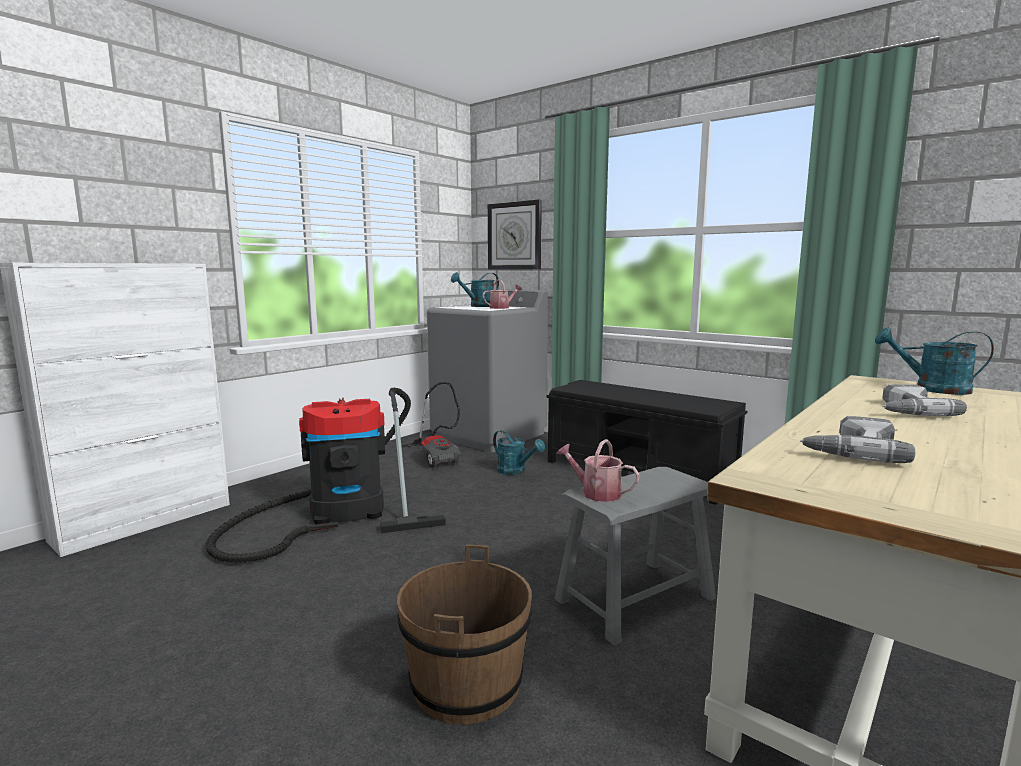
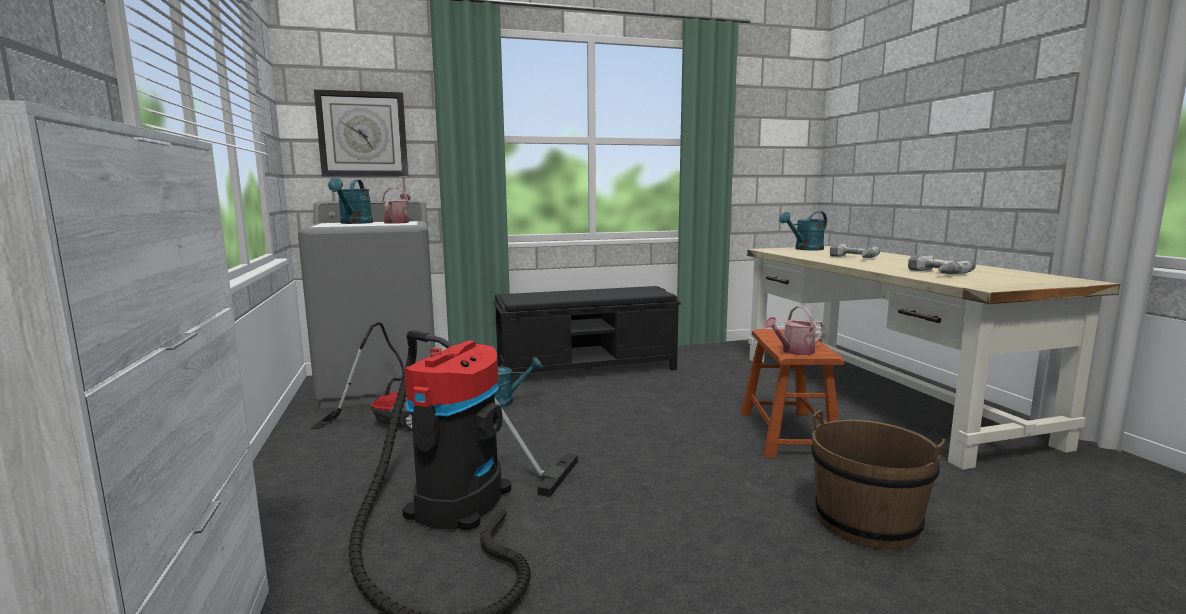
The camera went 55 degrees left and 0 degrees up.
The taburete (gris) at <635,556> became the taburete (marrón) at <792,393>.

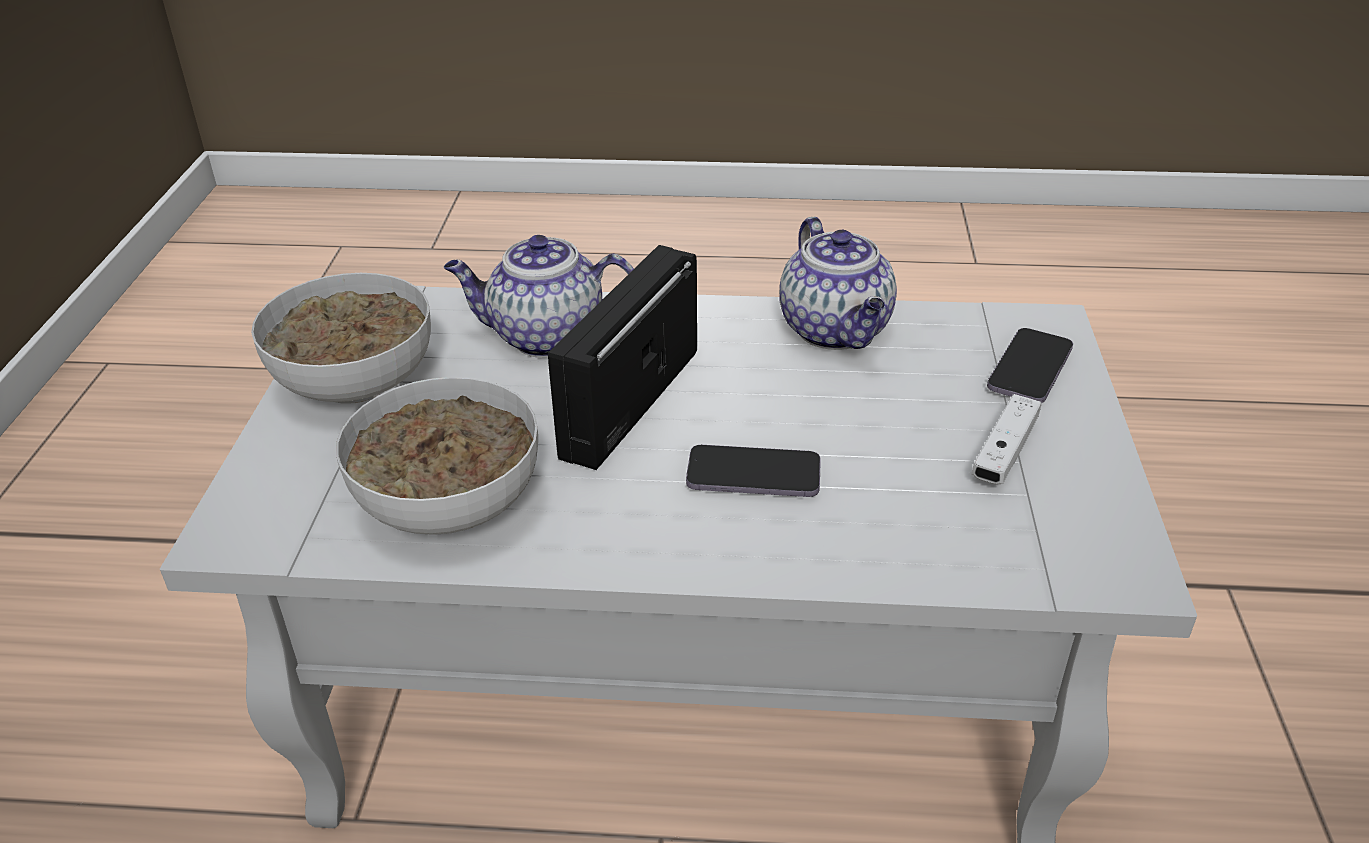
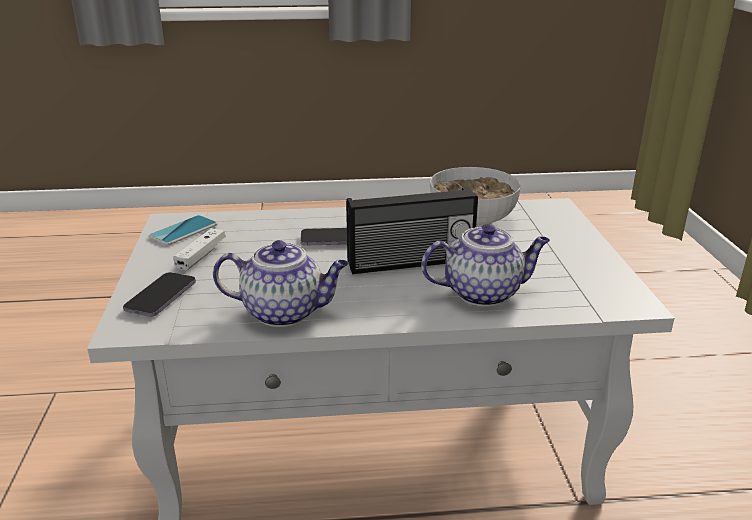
The camera went 170 degrees right and 10 degrees down.
The móvil at <183,230> appeared.
The tetera at <838,283> turned 120 degrees clockwise.
The radio at <622,357> turned 60 degrees clockwise.
The cuenco at <341,338> disappeared.

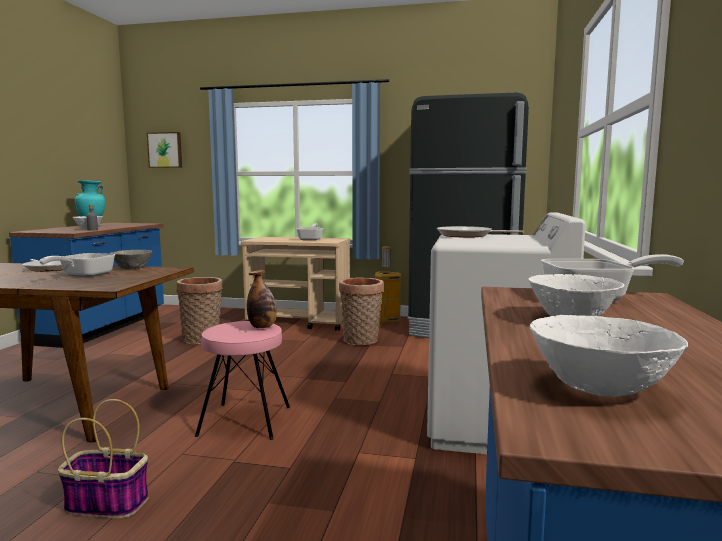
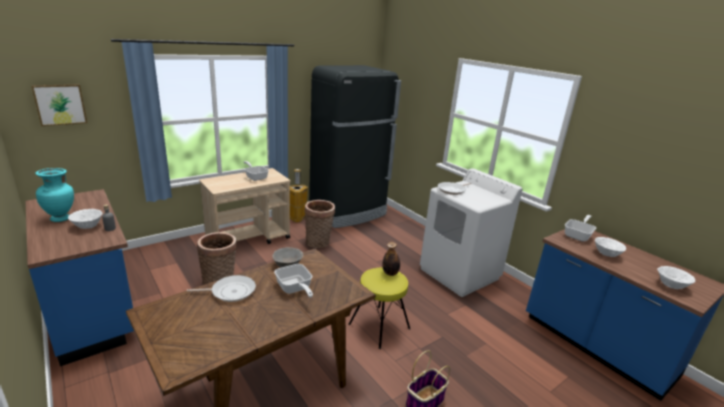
The camera went 50 degrees left and 15 degrees up.
The taburete (rosa) at <242,380> became the taburete (amarillo) at <379,308>.

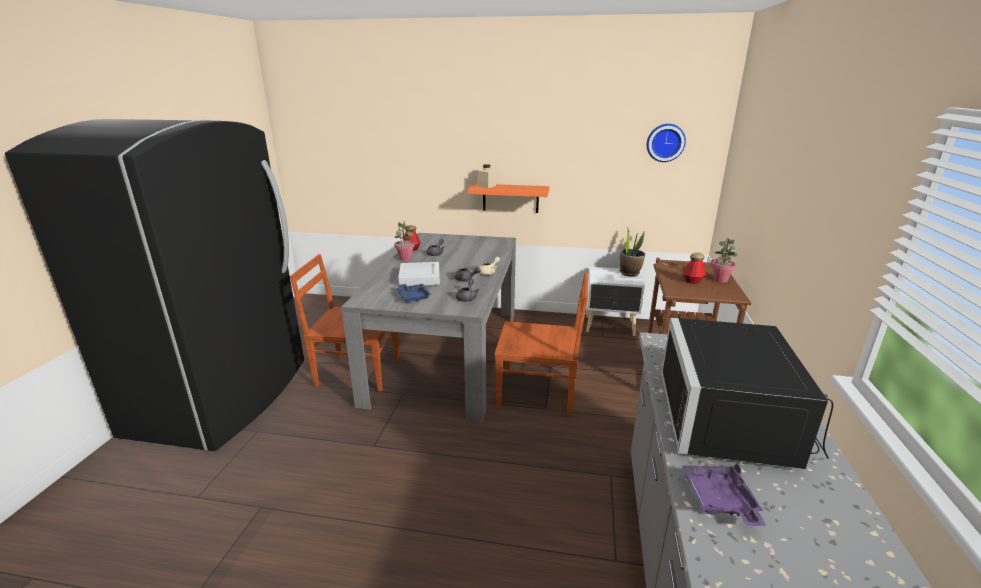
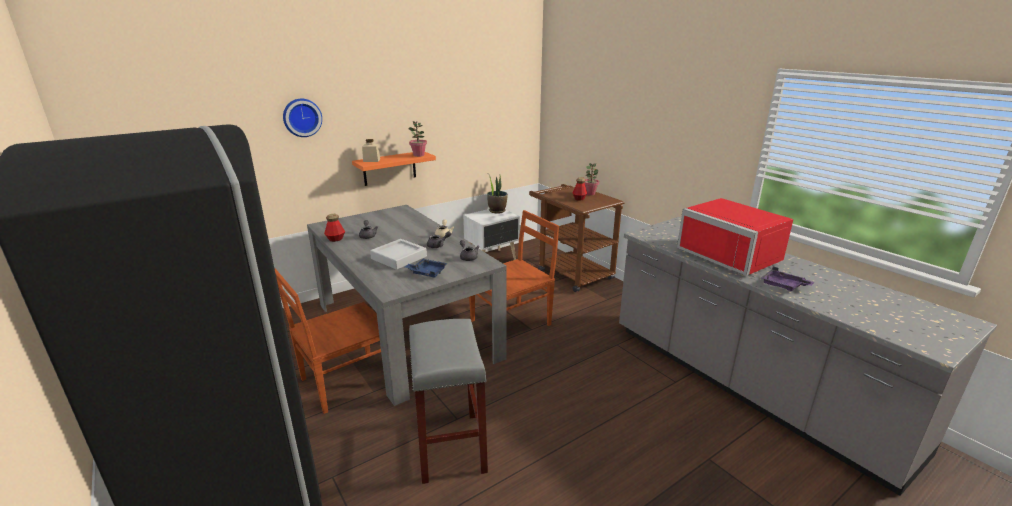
The camera went 45 degrees left and 0 degrees up.
The reloj de pared moved from <666,143> to <302,118>.
The planta en maceta moved from <404,241> to <417,139>.
The taburete (gris) at <448,401> appeared.
The microondas (negro) at <747,393> became the microondas (rojo) at <735,237>.

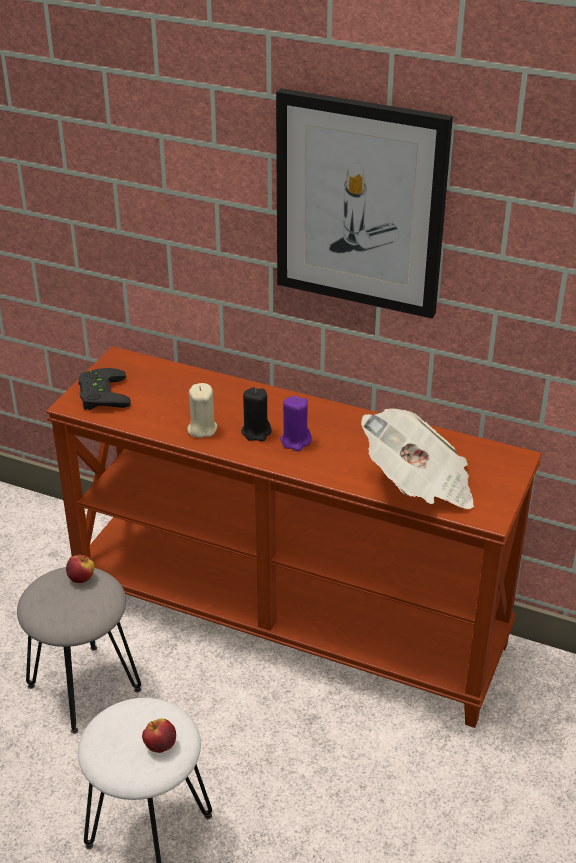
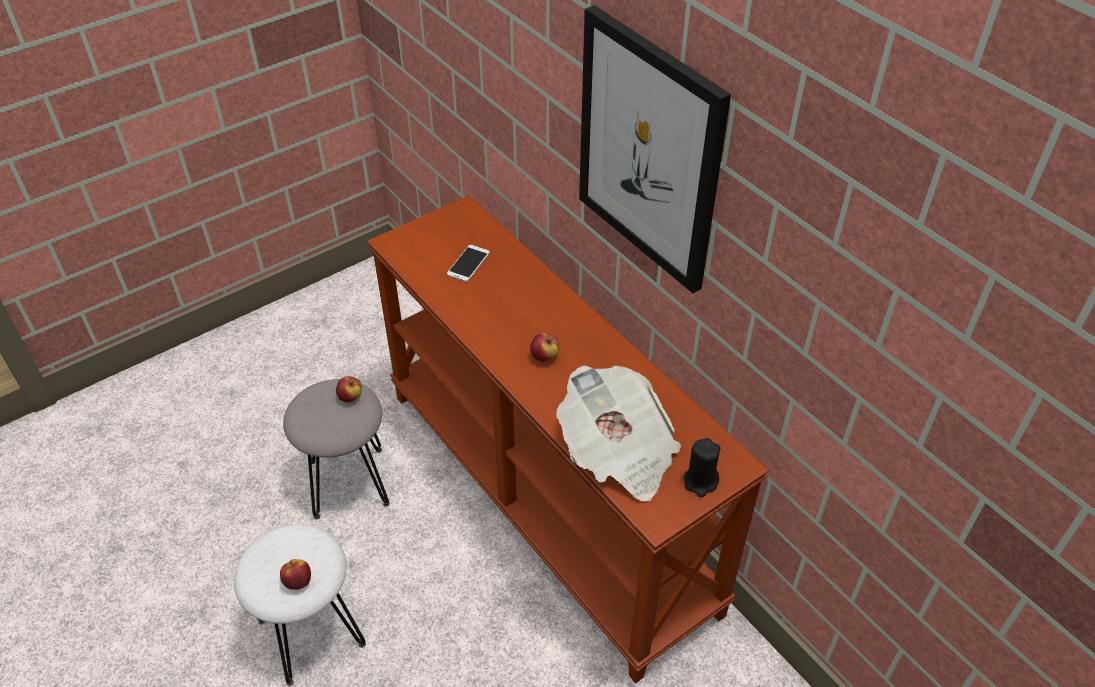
The camera went 30 degrees right and 10 degrees up.
The móvil at <468,263> appeared.
The vela (morado) at <296,423> was replaced by the manzana at <545,347>.
The vela (negro) moved from <256,414> to <702,467>.
The mando de consola (negro) at <104,389> disappeared.
The vela (beis) at <202,410> disappeared.

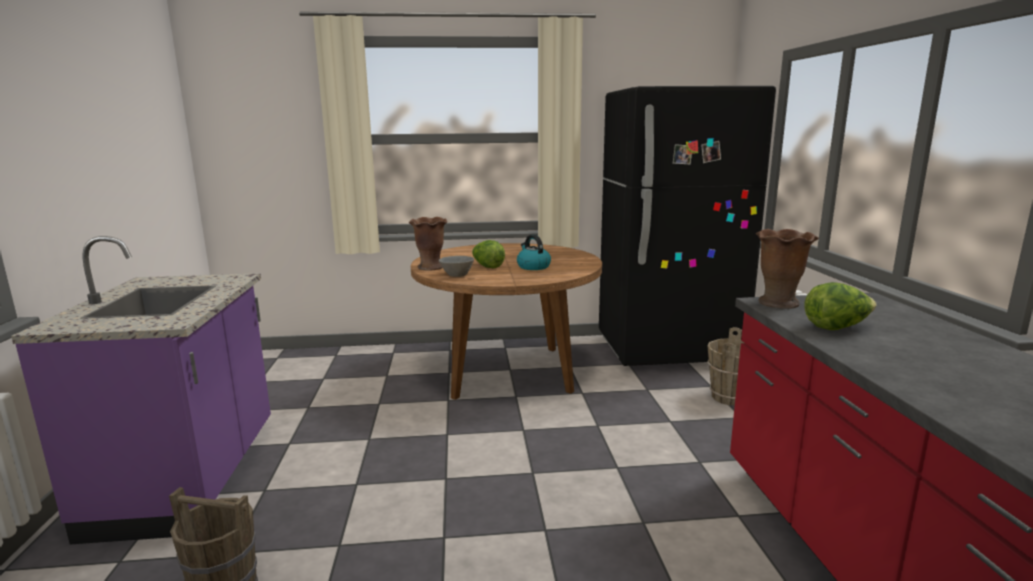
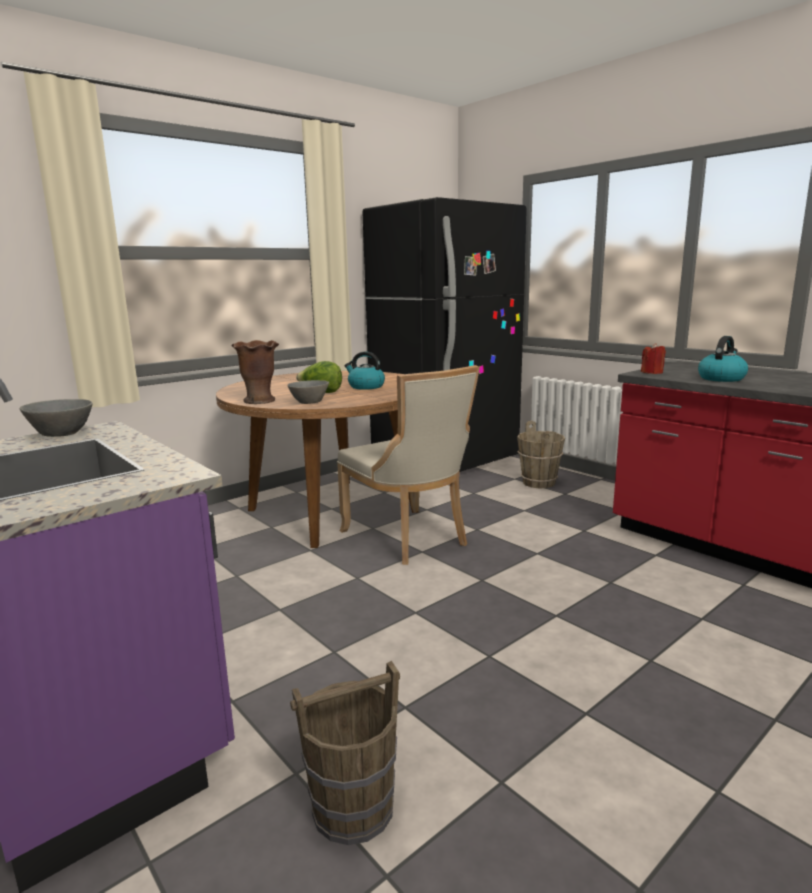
The camera went 35 degrees left and 0 degrees up.
The cuenco (gris) at <55,418> appeared.
The silla (beis) at <408,465> appeared.
The florero (marrón) at <787,269> was replaced by the vela (rojo) at <653,358>.
The lechuga at <841,306> was replaced by the hervidor at <723,359>.

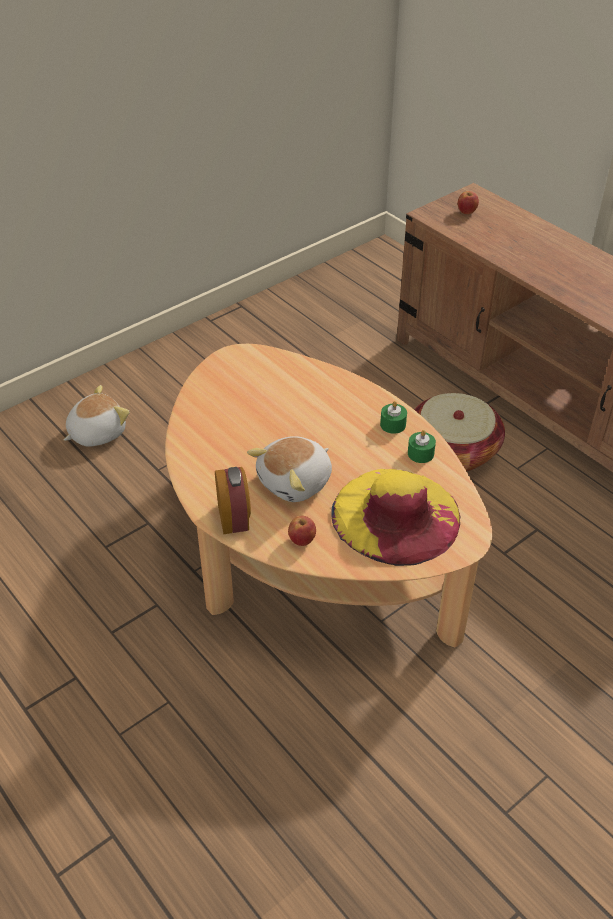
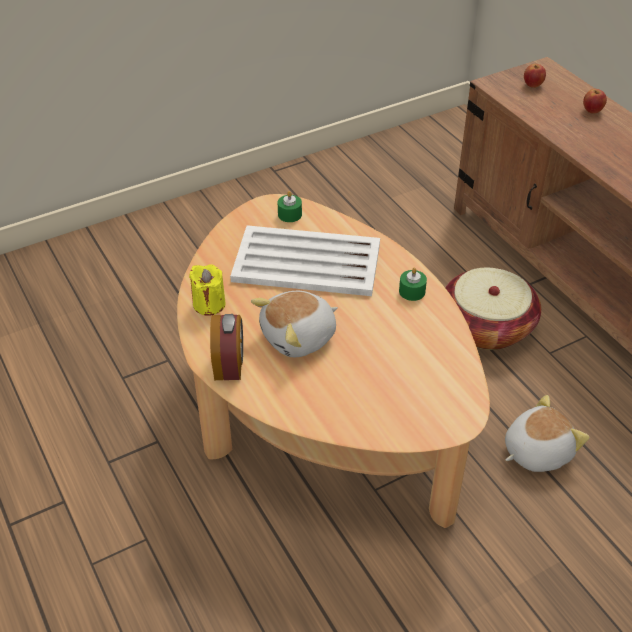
The camera went 10 degrees right and 0 degrees up.
The vela (amarillo) at <207,290> appeared.
The bandeja (blanco) at <305,260> appeared.
The vela (verde) moved from <422,446> to <290,206>.
The peluche moved from <97,416> to <547,433>.
The manzana moved from <302,531> to <595,101>.
The sombrero (amarillo) at <396,517> disappeared.

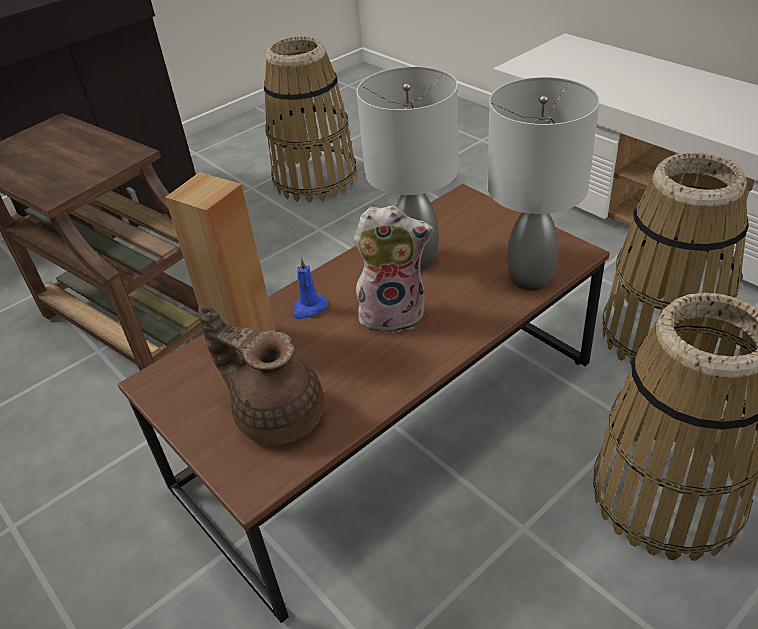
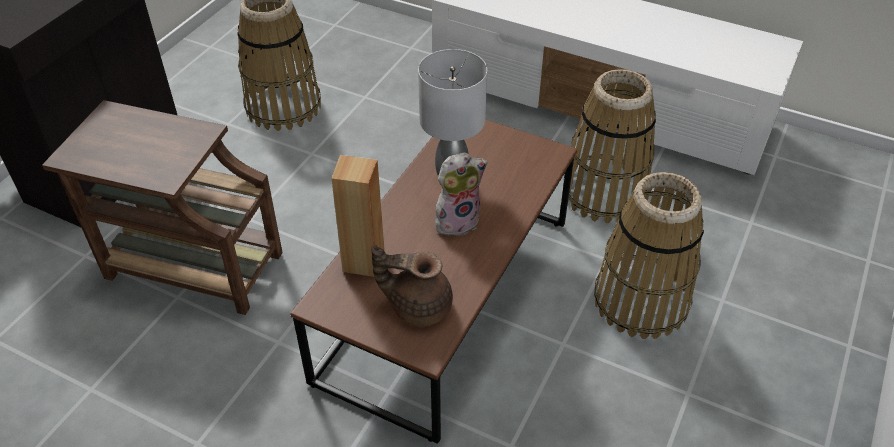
The camera went 25 degrees left and 5 degrees up.
The vela (azul) at <310,288> disappeared.
The lámpara de mesa (gris) at <543,184> disappeared.

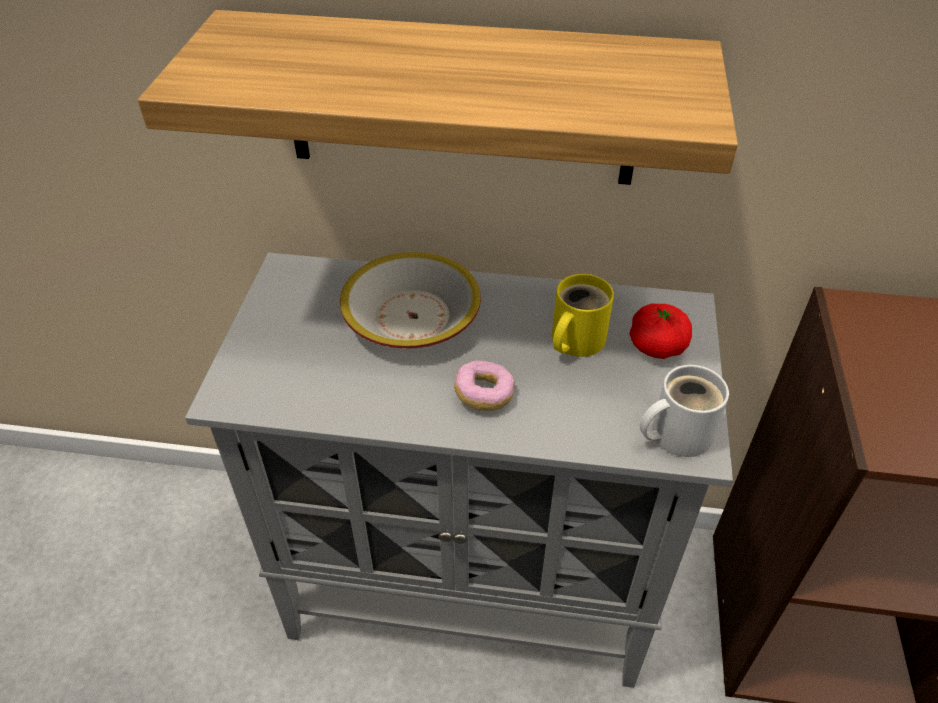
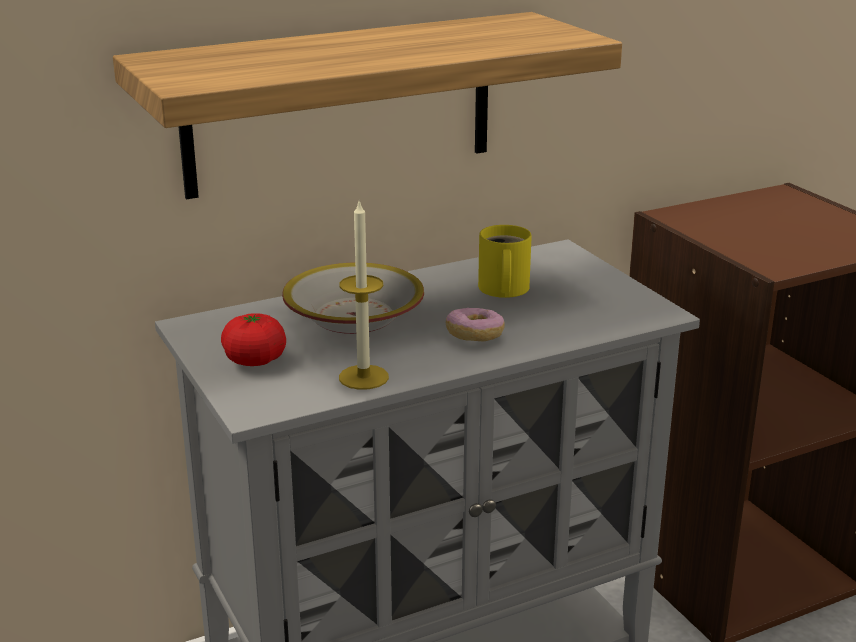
The camera went 35 degrees left and 20 degrees down.
The tomate moved from <661,331> to <253,339>.
The vela at <364,294> appeared.
The taza grande (blanco) at <684,411> disappeared.

